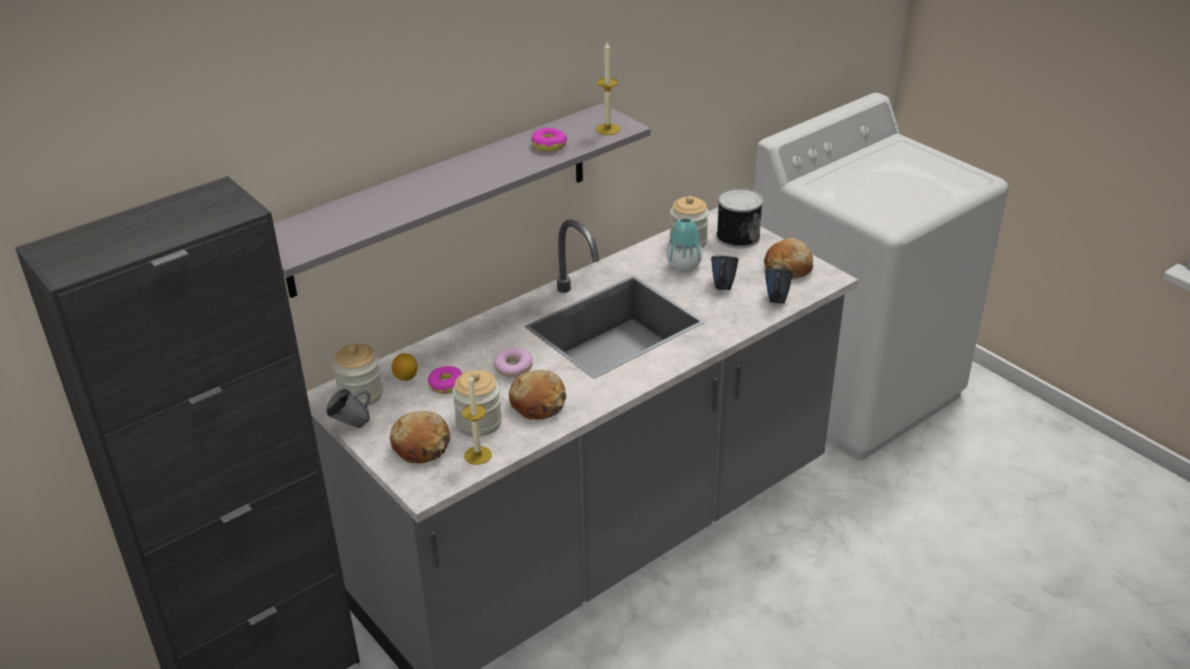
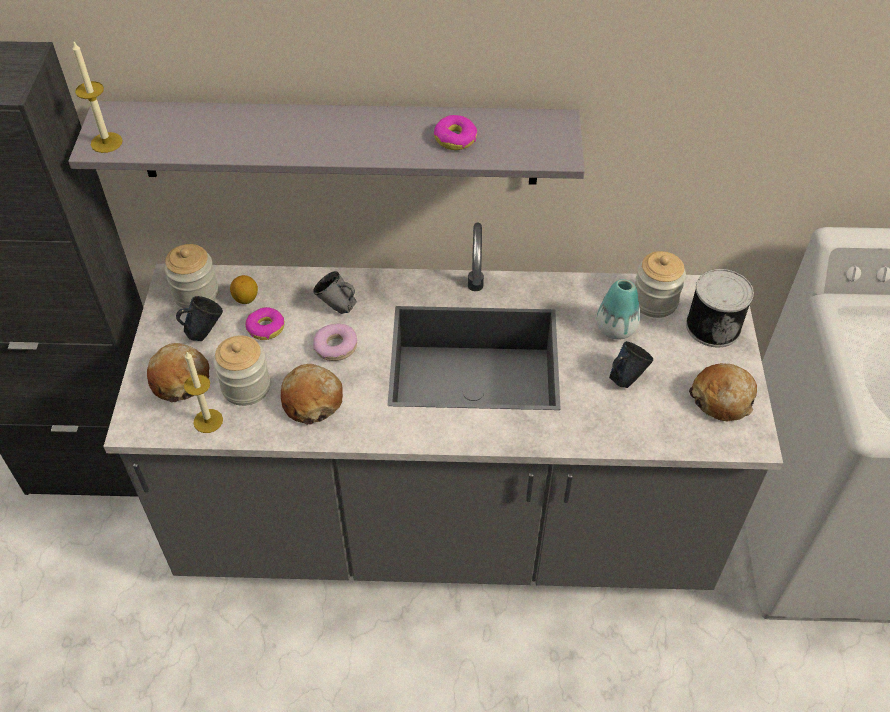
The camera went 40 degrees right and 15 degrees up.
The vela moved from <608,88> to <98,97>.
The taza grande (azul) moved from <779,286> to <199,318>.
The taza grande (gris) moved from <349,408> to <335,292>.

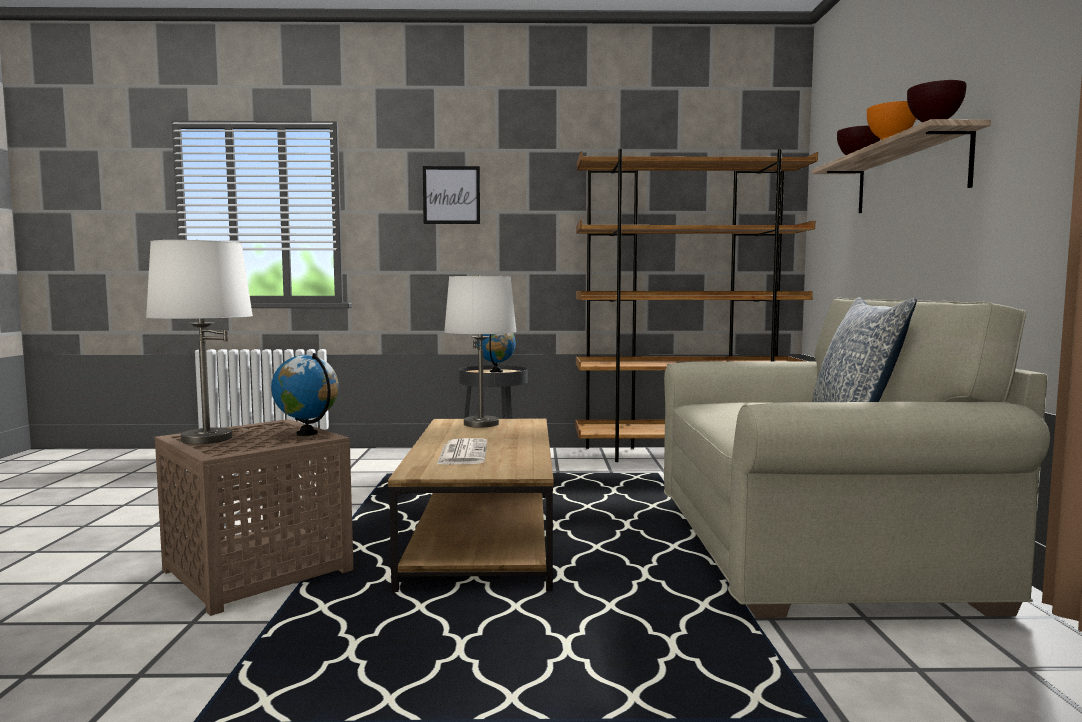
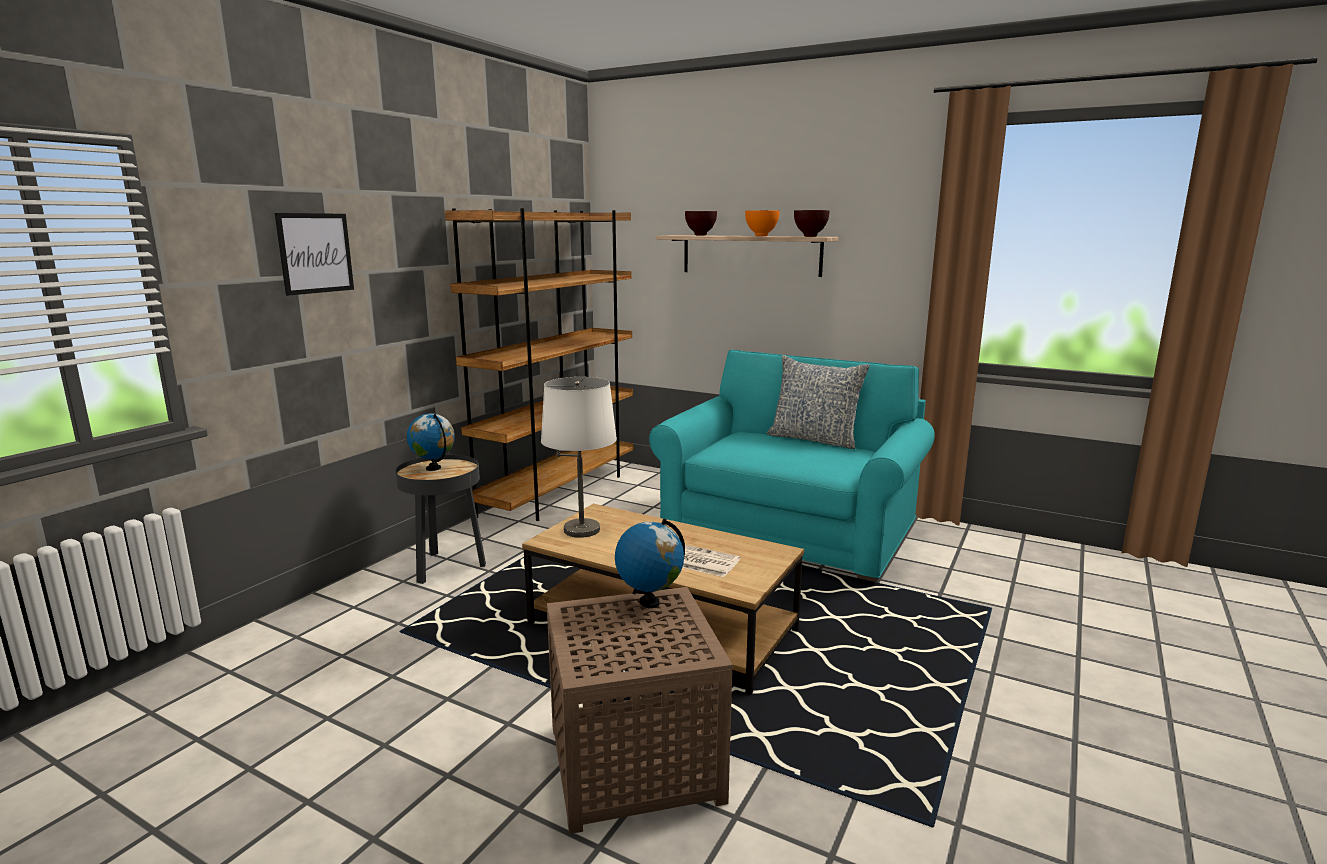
The camera went 60 degrees left and 10 degrees up.
The sofá (beis) at <857,458> became the sofá (turquesa) at <792,466>.
The lámpara de mesa (blanco) at <199,342> disappeared.

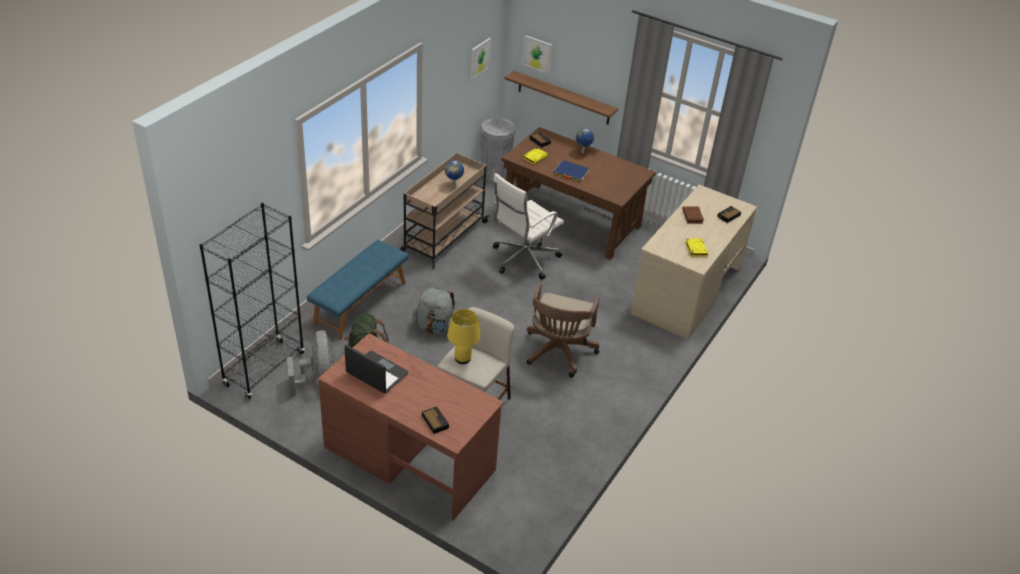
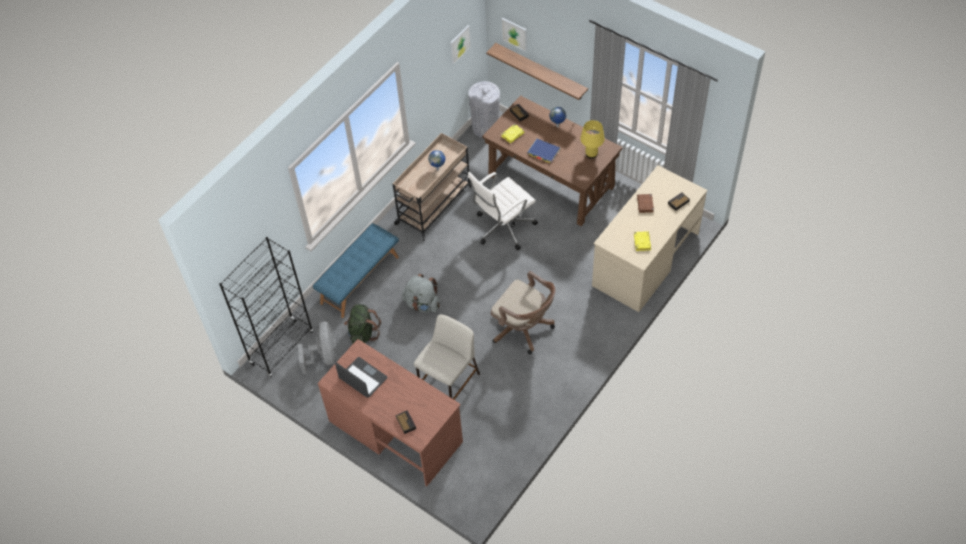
The camera went 10 degrees right and 15 degrees up.
The silla de oficina (marrón) at <563,330> turned 75 degrees counterclockwise.
The lámpara de mesa (amarillo) moved from <464,336> to <592,139>.

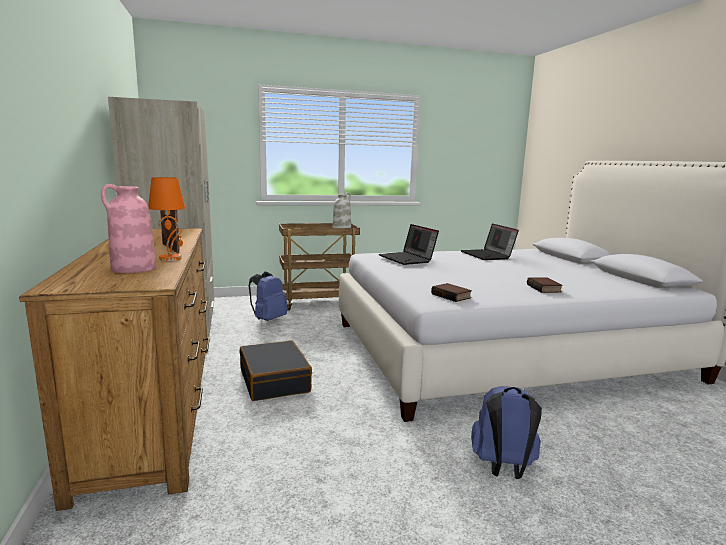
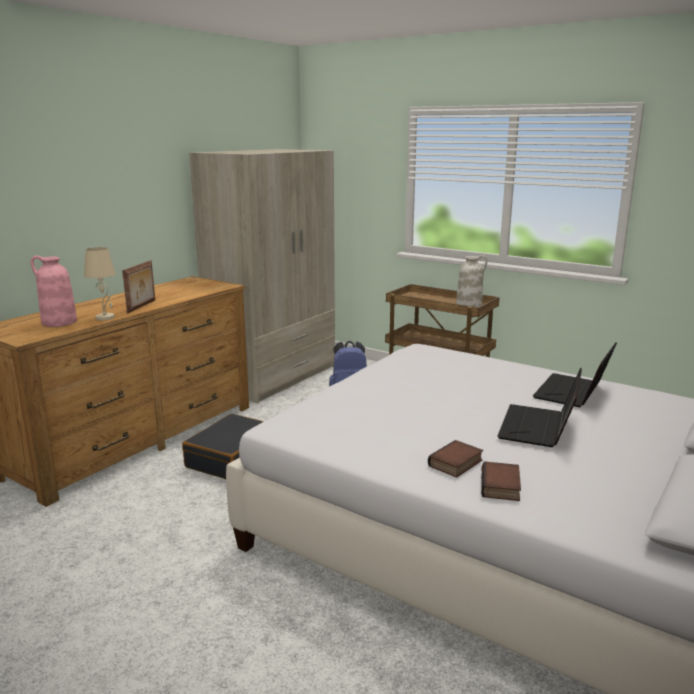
The camera went 50 degrees right and 5 degrees up.
The lámpara de mesa (naranja) at <166,219> became the lámpara de mesa (beis) at <100,283>.
The libro moved from <451,292> to <501,481>.
The portátil moved from <409,244> to <540,407>.
The mochila (azul) at <506,432> disappeared.

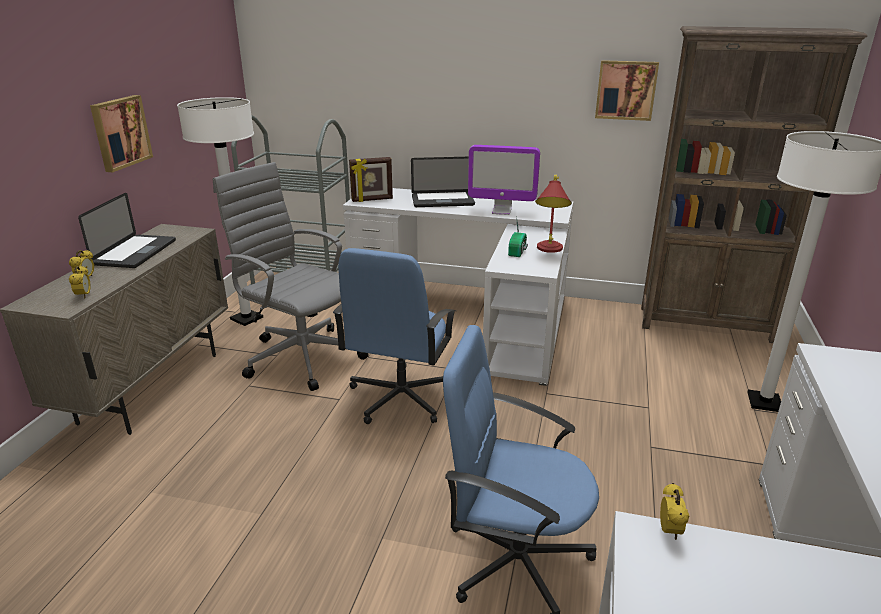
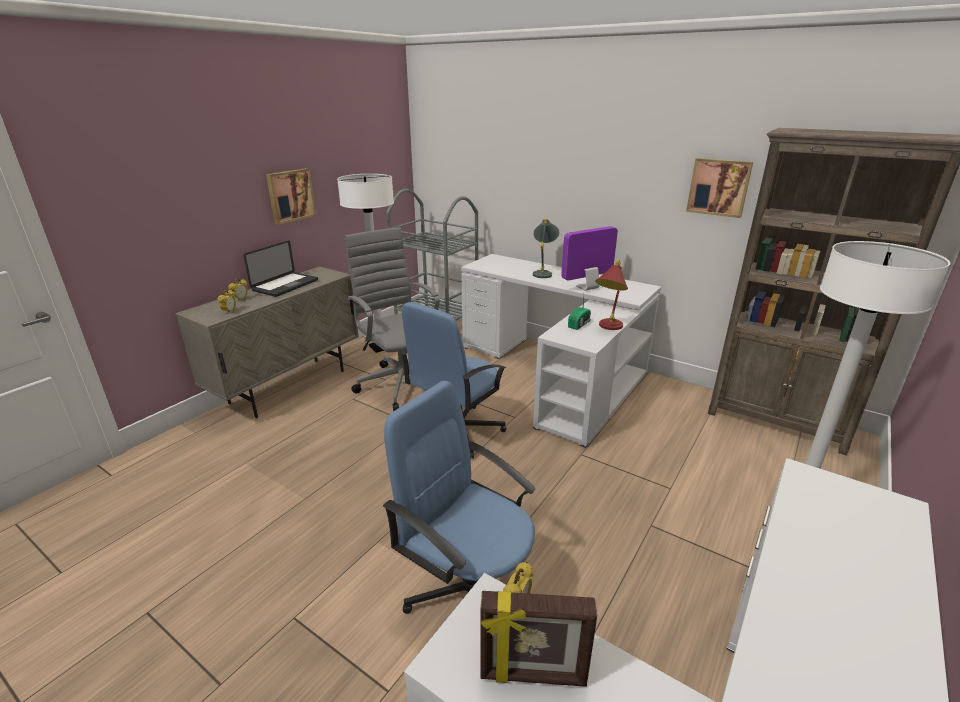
The camera went 20 degrees right and 0 degrees up.
The portarretratos moved from <371,179> to <539,639>.
The portátil at <443,182> was replaced by the lámpara de mesa (gris) at <546,248>.
The monitor at <504,180> turned 120 degrees clockwise.

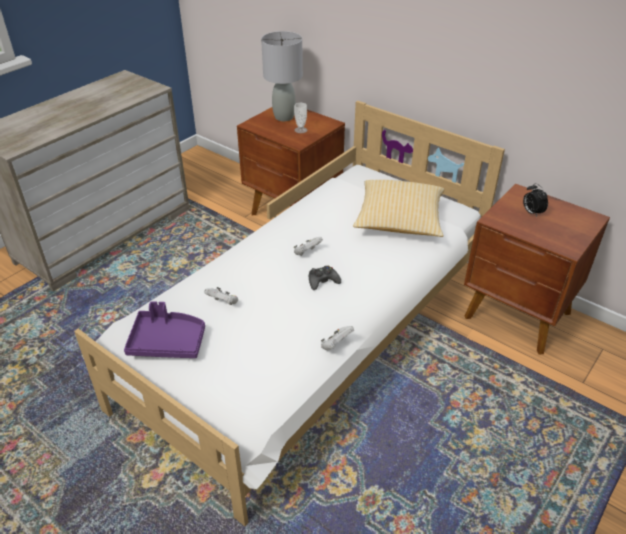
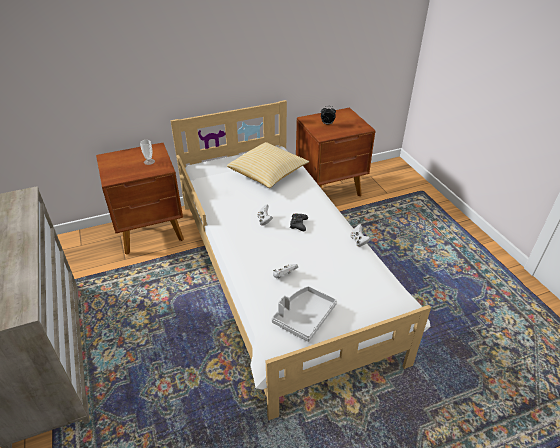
The camera went 60 degrees left and 0 degrees up.
The bandeja (morado) at <164,329> became the bandeja (gris) at <304,314>.
The lámpara de mesa (gris) at <282,76> disappeared.

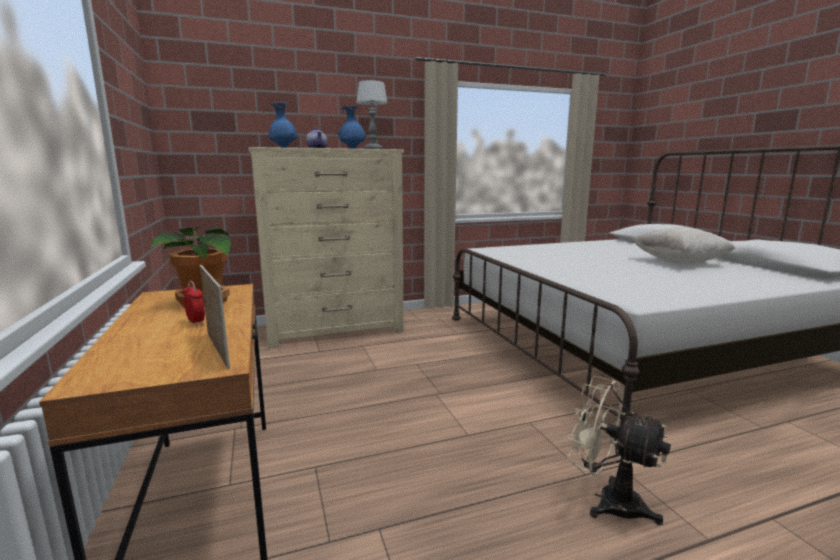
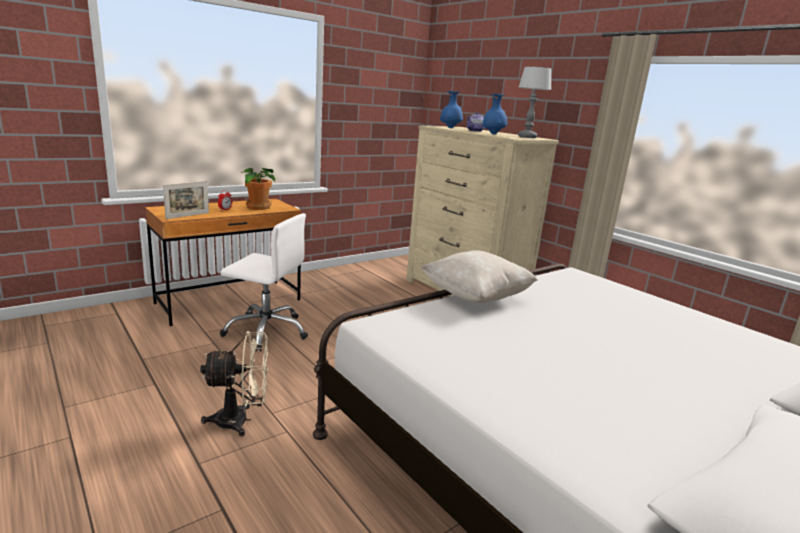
The camera went 70 degrees right and 5 degrees up.
The ventilador (beis) at <619,450> turned 60 degrees clockwise.
The silla de oficina (blanco) at <264,282> appeared.
The cojín (beis) moved from <683,245> to <479,276>.

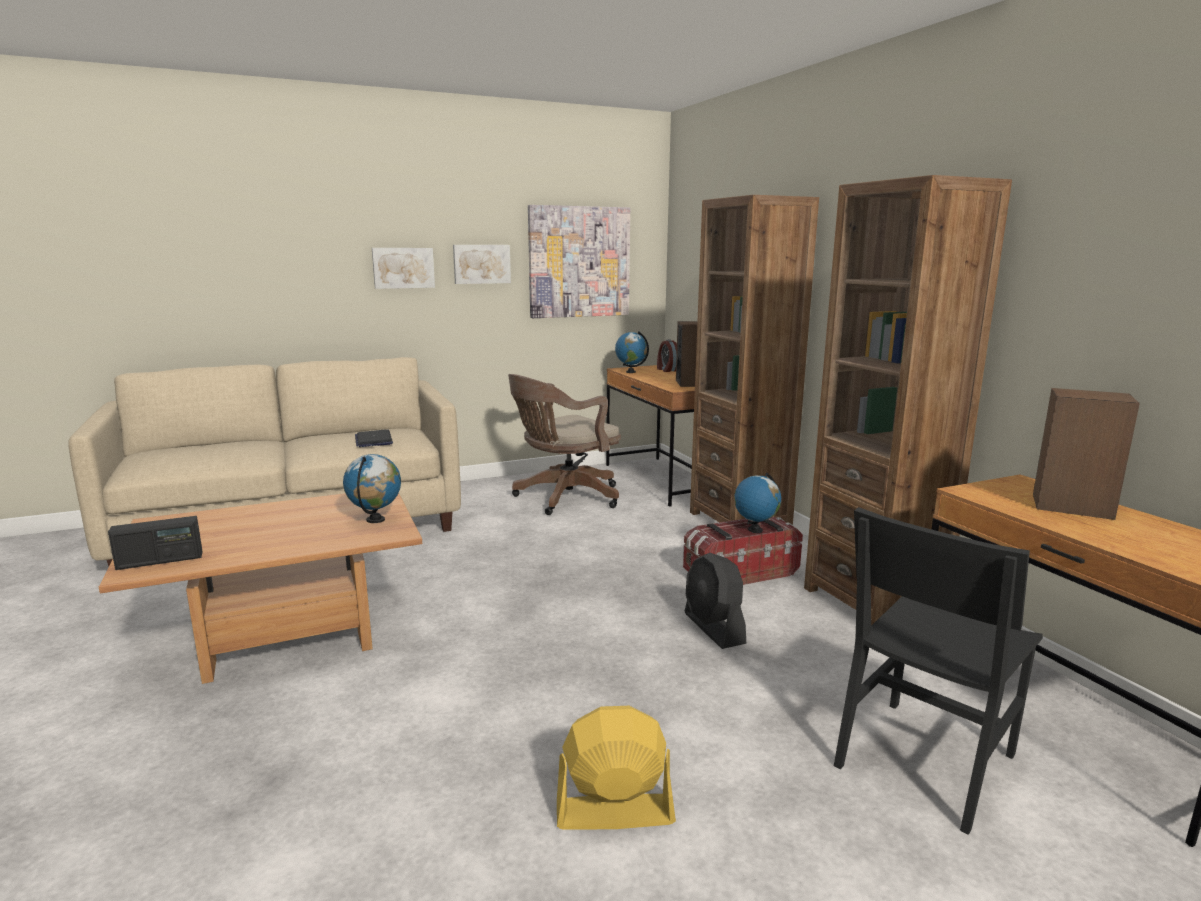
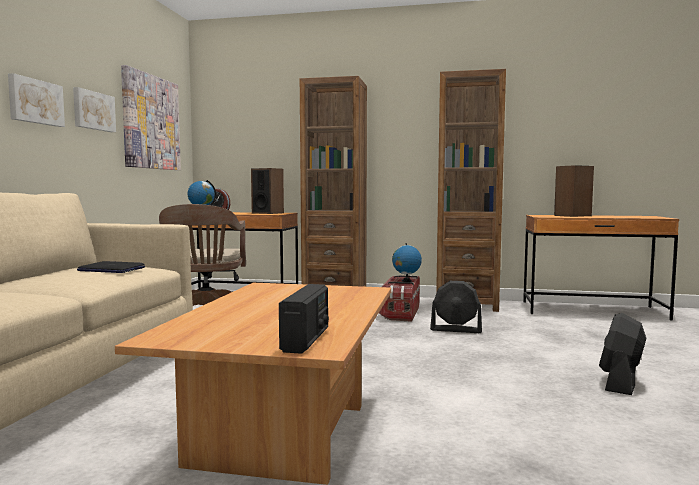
The camera went 55 degrees left and 10 degrees down.
The ventilador (amarillo) at <616,768> became the ventilador (negro) at <622,354>.
The globo terráqueo at <372,488> disappeared.
The silla (negro) at <938,671> disappeared.

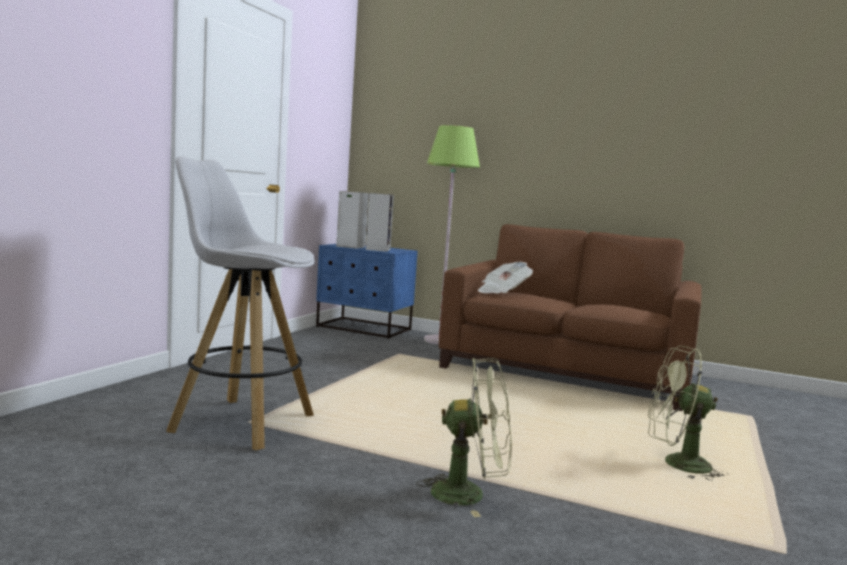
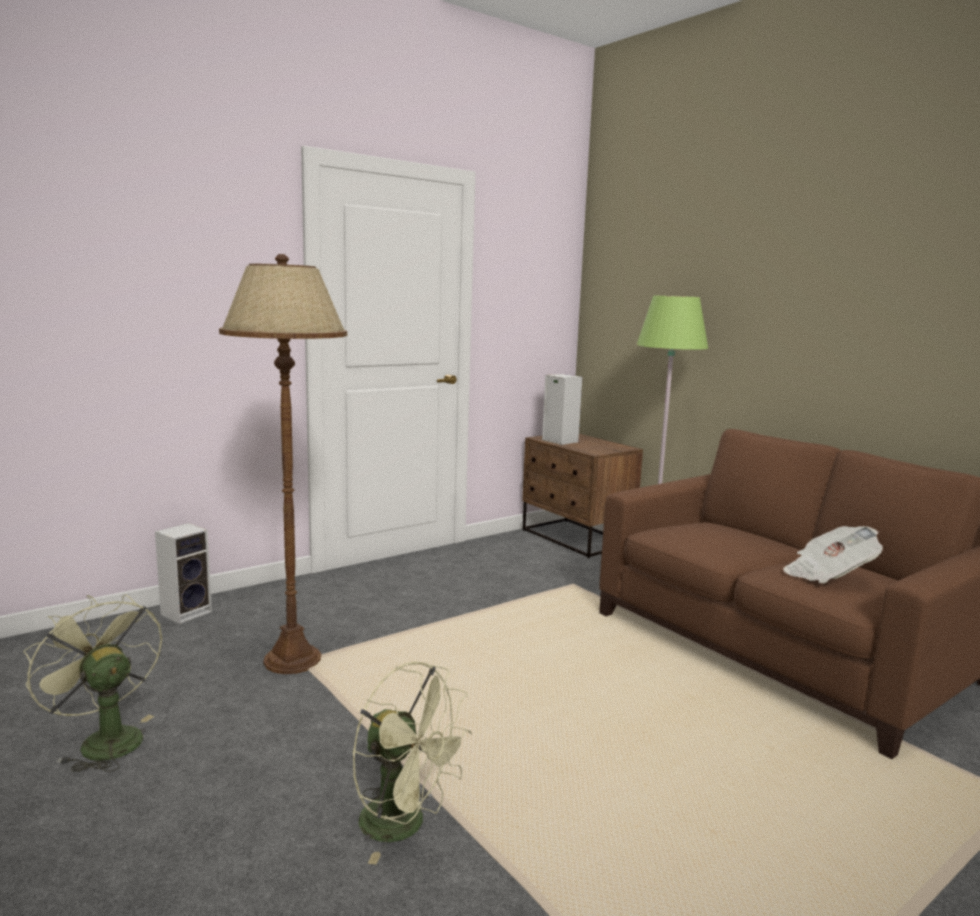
The camera went 30 degrees right and 5 degrees up.
The ventilador (verde) moved from <688,413> to <92,683>.
The altavoz moved from <380,222> to <183,573>.
The taburete (blanco) at <240,303> was replaced by the lámpara de pie (marrón) at <283,464>.
The mesita de noche (azul) at <367,291> became the mesita de noche (marrón) at <582,496>.
The periódico moved from <505,277> to <833,554>.

